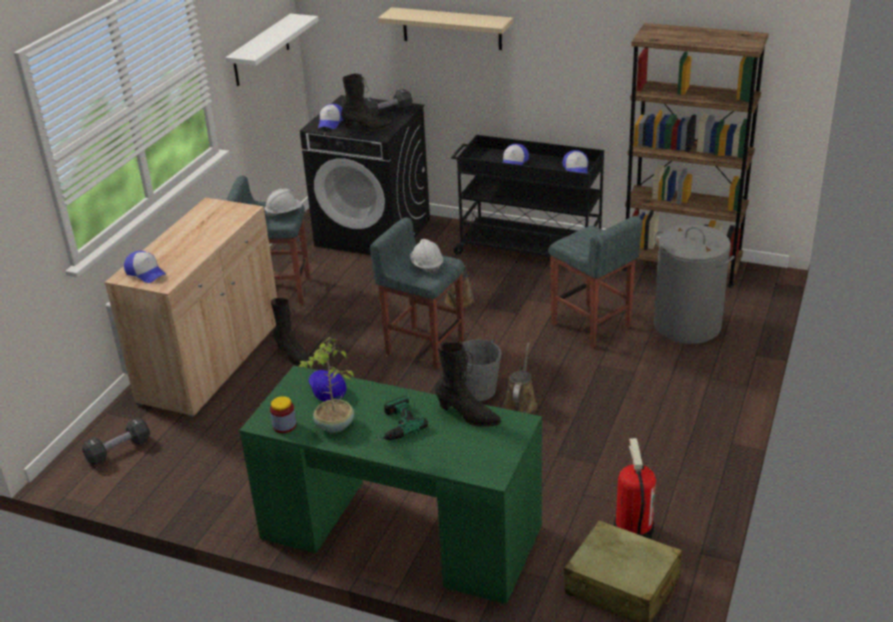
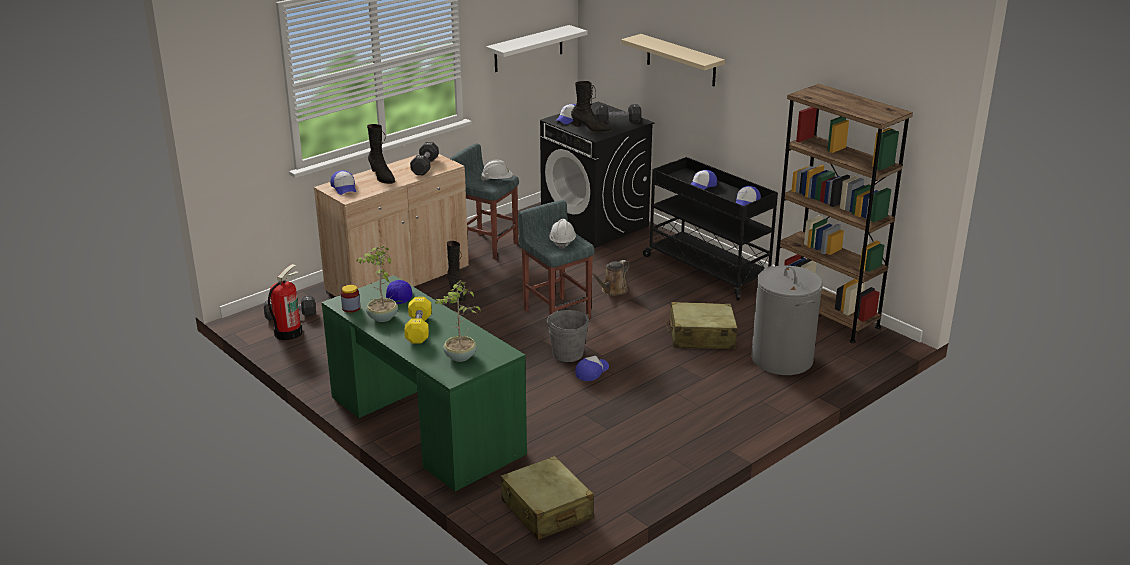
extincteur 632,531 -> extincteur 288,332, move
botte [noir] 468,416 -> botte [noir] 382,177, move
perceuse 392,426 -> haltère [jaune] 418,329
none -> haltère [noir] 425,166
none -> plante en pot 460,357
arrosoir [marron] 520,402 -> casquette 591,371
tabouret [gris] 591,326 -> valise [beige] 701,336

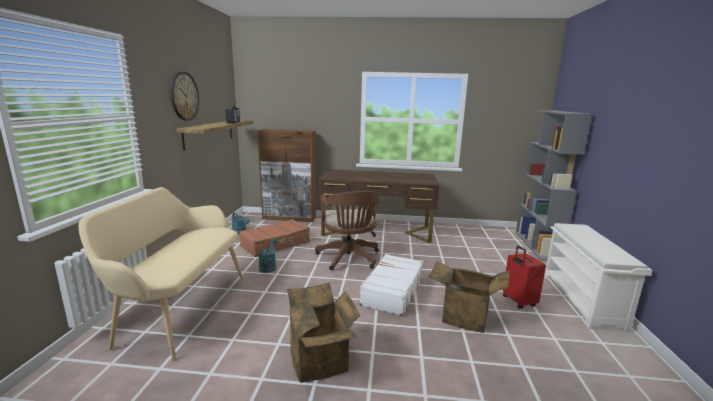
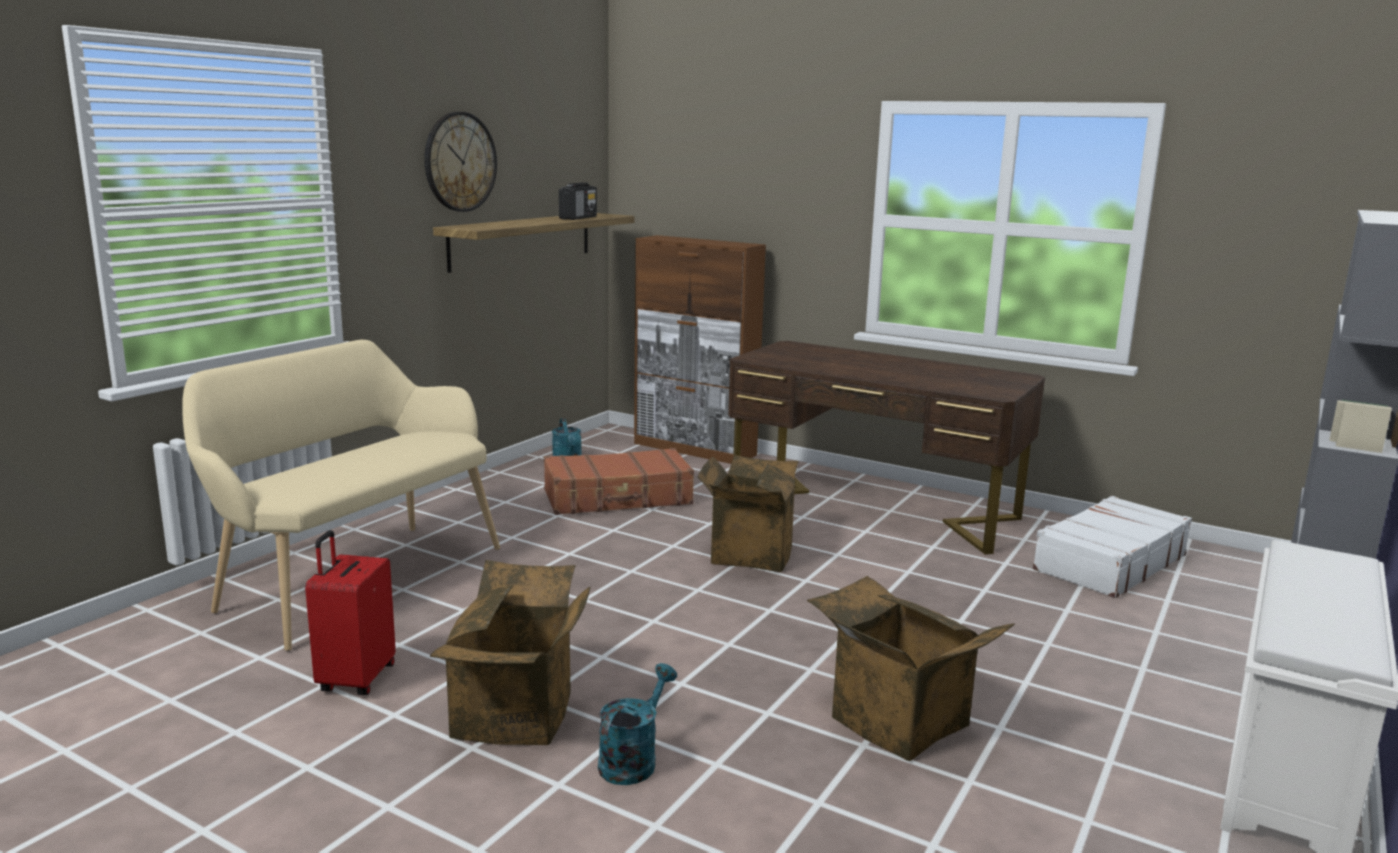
valise [rouge] 518,302 -> valise [rouge] 355,679, move
arrosoir [turquoise] 268,267 -> arrosoir [turquoise] 633,760, move
chaise de bureau [marron] 349,259 -> carton 748,553
valise [blanc] 392,291 -> valise [blanc] 1108,562, move

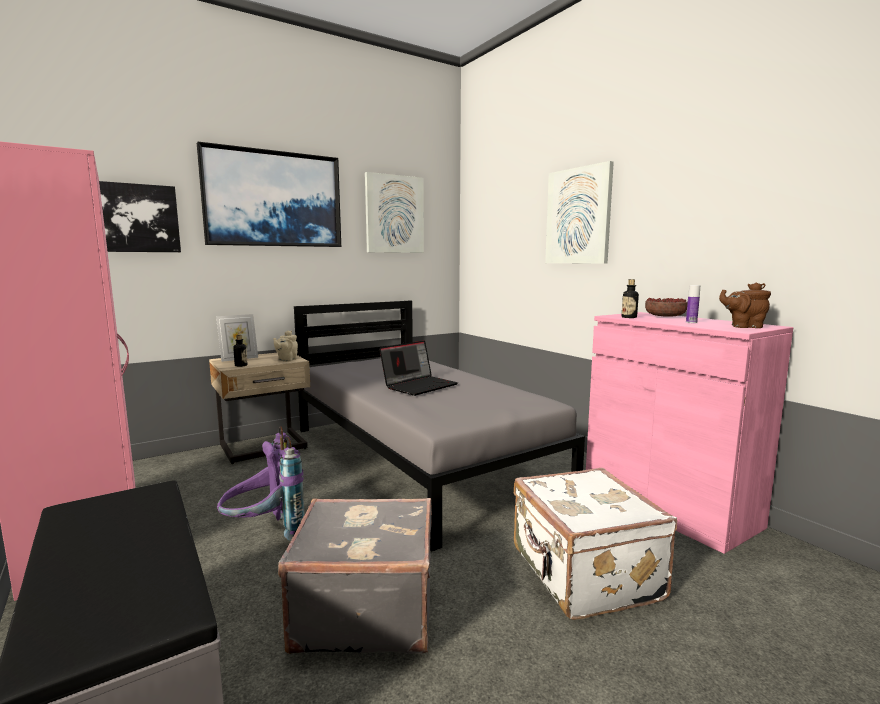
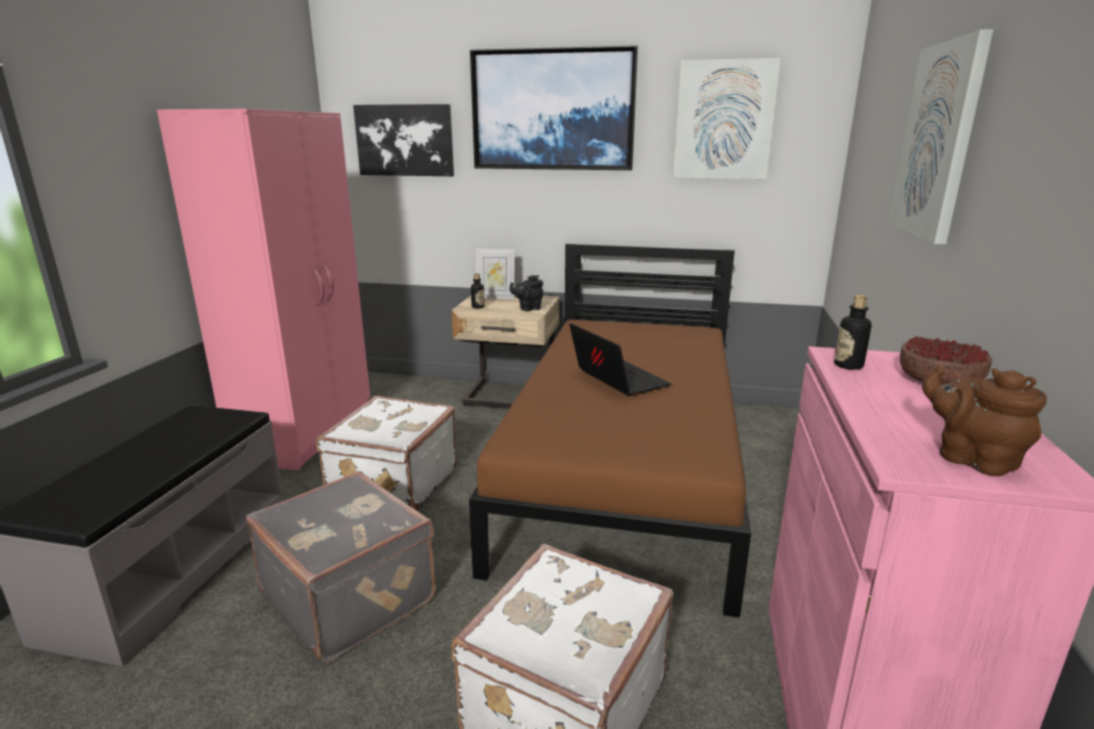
sac à dos [violet] 265,533 -> valise [blanc] 392,486
lit [gris] 418,458 -> lit [marron] 626,469
théière [beige] 286,360 -> théière [noir] 528,308
ordinateur portable 419,385 -> ordinateur portable 616,379, 120 degrees counterclockwise
bouteille 691,322 -> none

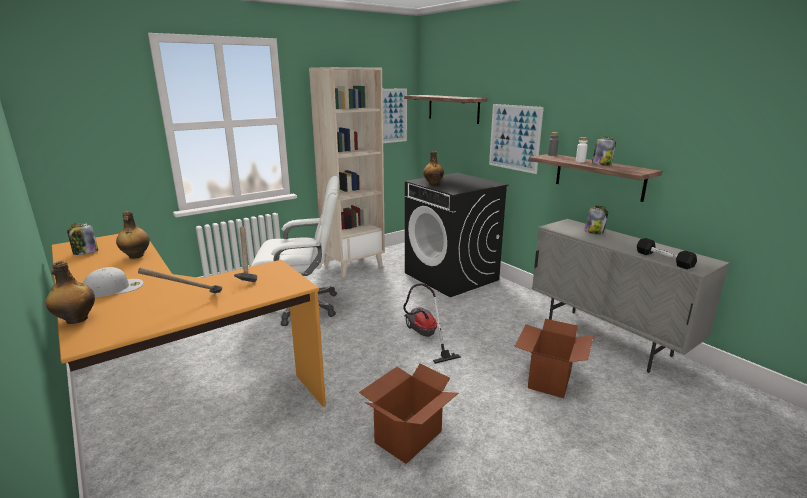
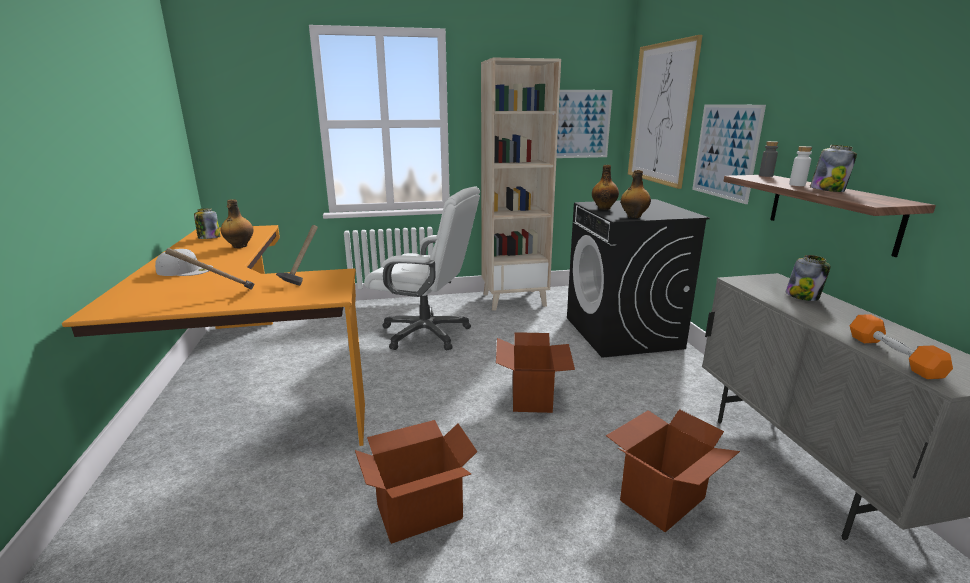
aspirateur 424,337 -> carton 532,397
bouteille 76,320 -> bouteille 633,216, move
étagère 453,108 -> tableau 661,114
haltère [noir] 663,259 -> haltère [orange] 893,356

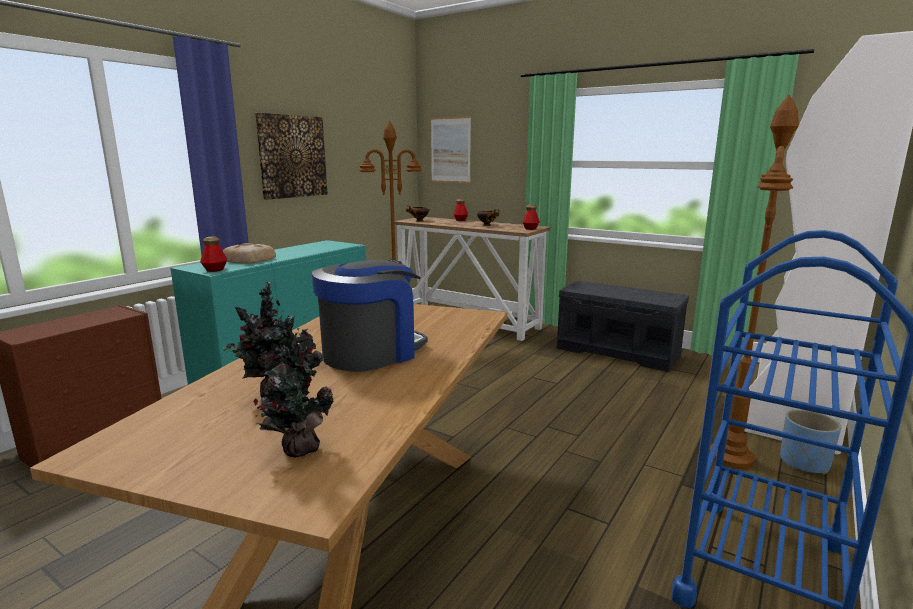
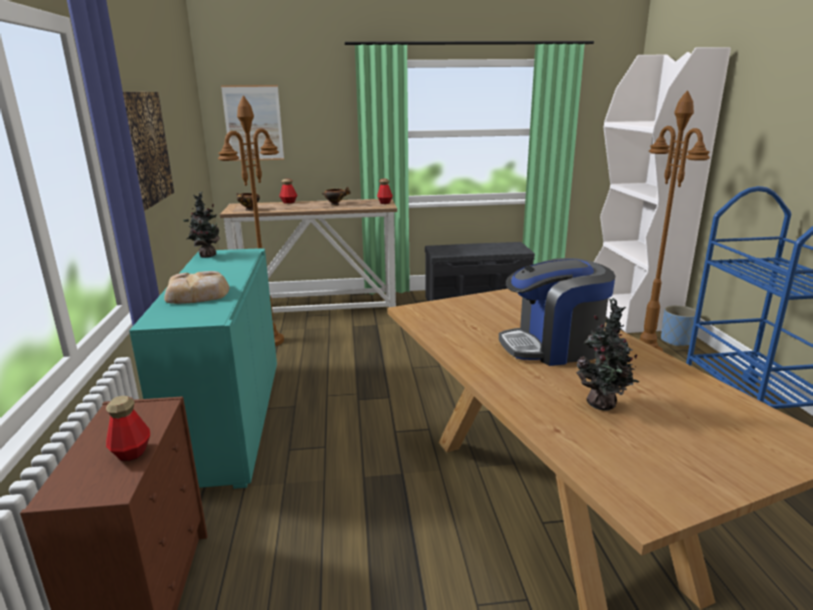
bouteille 215,270 -> bouteille 131,452, move
plante en pot 298,448 -> plante en pot 206,256, move
machine à café 372,353 -> machine à café 553,347, 105 degrees counterclockwise

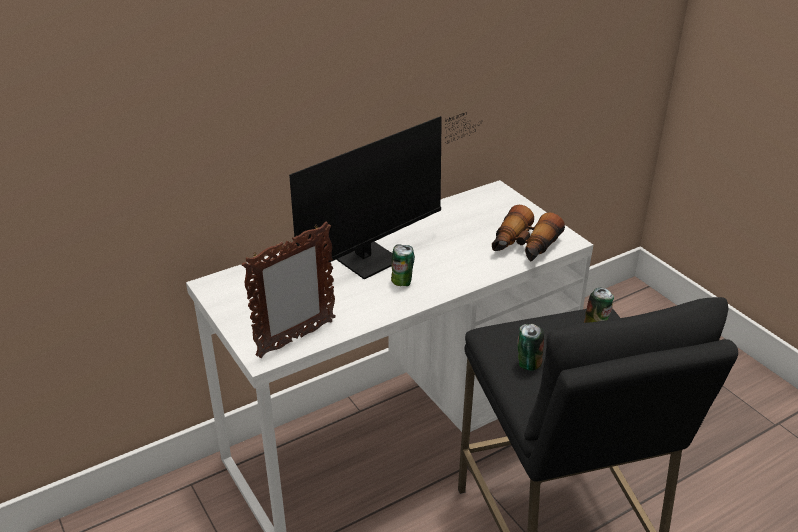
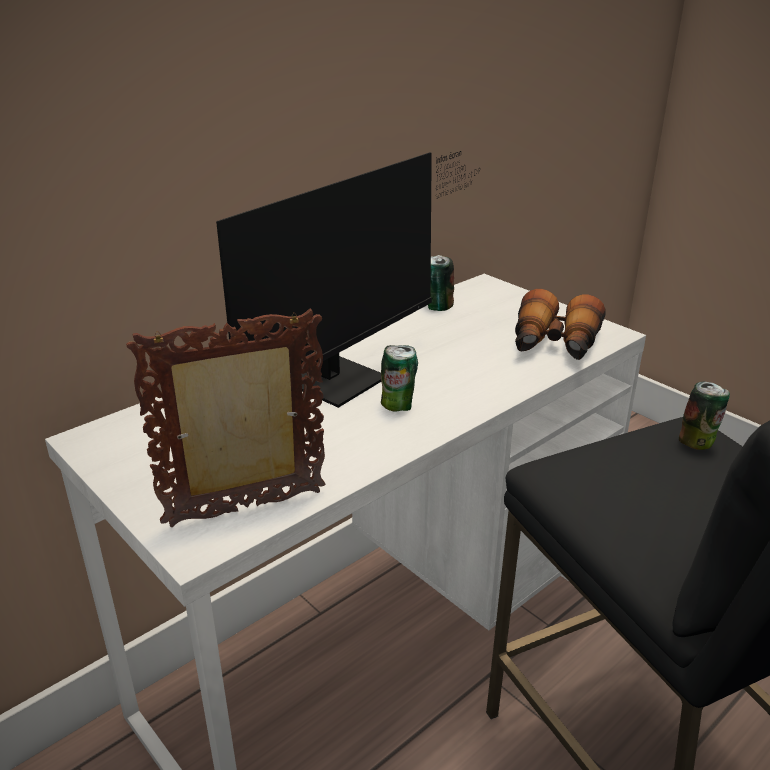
cadre photo 295,339 -> cadre photo 248,509, 150 degrees counterclockwise
boîte métallique 528,363 -> boîte métallique 438,306, move

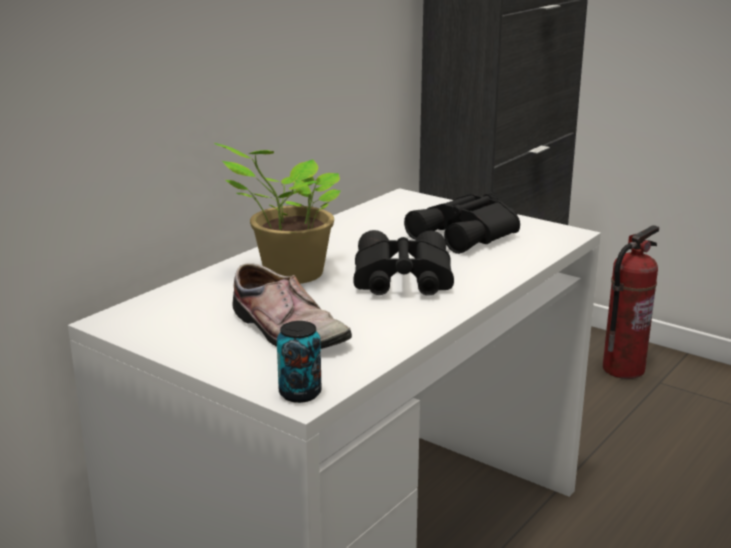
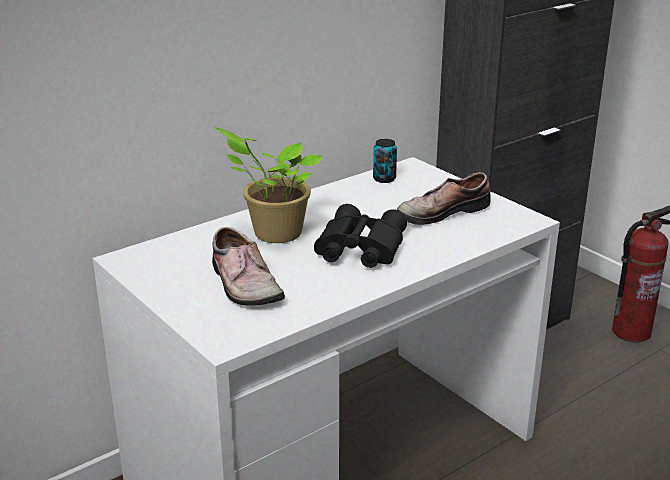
boîte métallique 300,393 -> boîte métallique 384,179, move
jumelles [noir] 467,235 -> chaussure 441,211

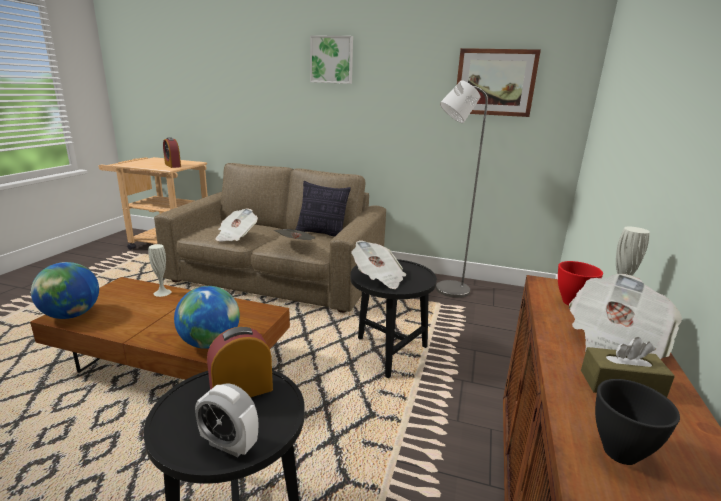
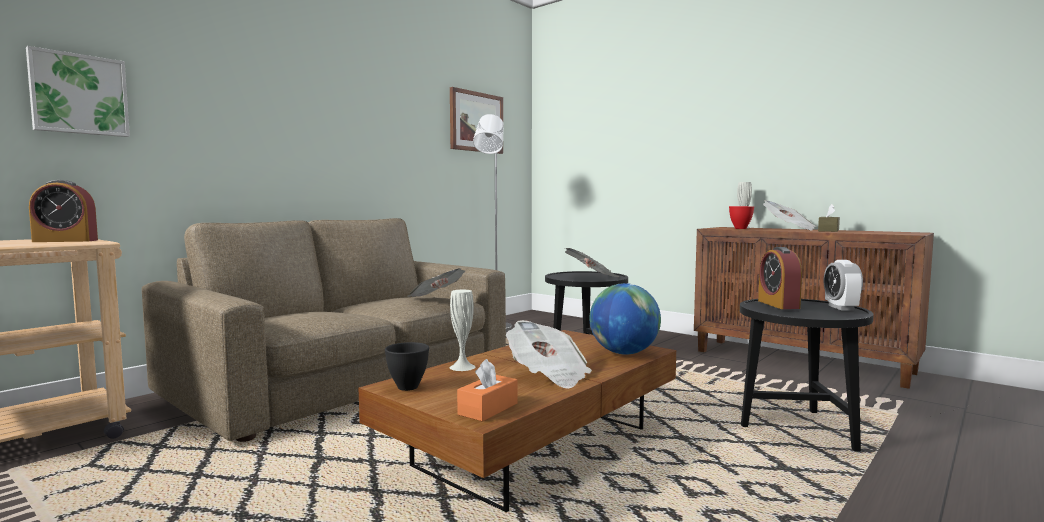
tableau 332,60 -> tableau 79,94, move
bol [noir] 620,454 -> bol [noir] 408,387, move
globe 71,315 -> boîte à mouchoirs [orange] 488,409
journal 236,236 -> journal 548,375, move
réveil 229,444 -> réveil 841,308, 135 degrees clockwise
coussin 322,234 -> none

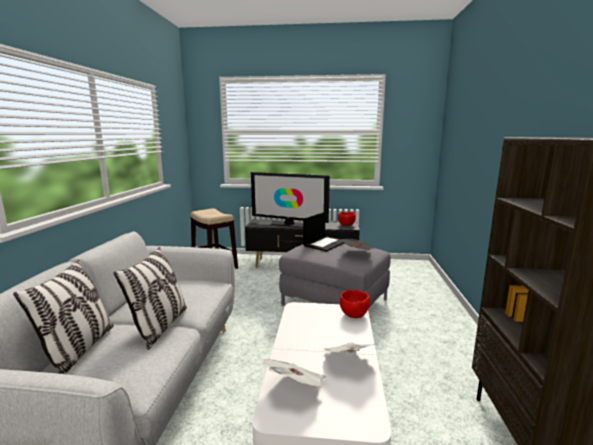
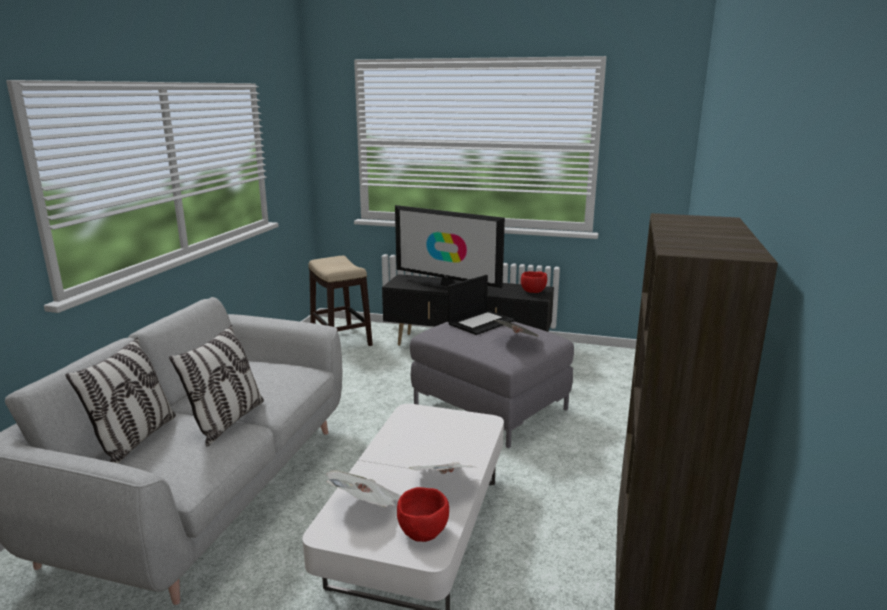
bol [rouge] 353,314 -> bol [rouge] 423,531, move

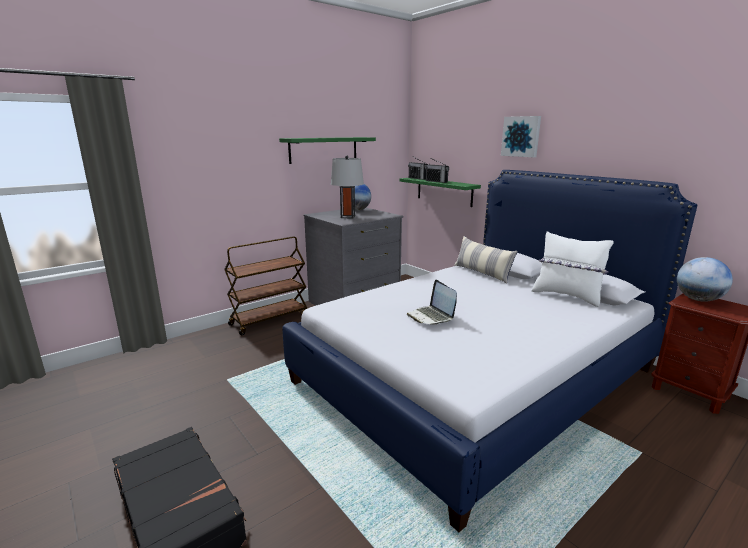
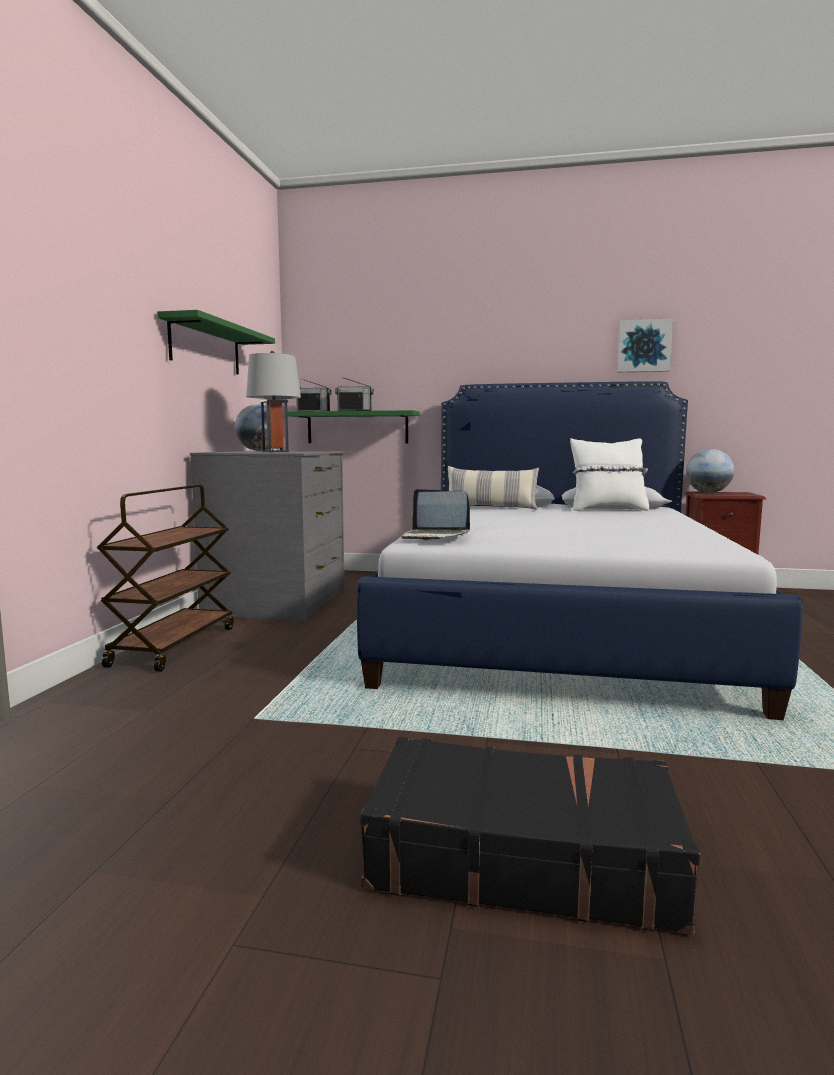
ordinateur portable 431,316 -> ordinateur portable 434,536, move
tableau 521,136 -> tableau 644,346, move

